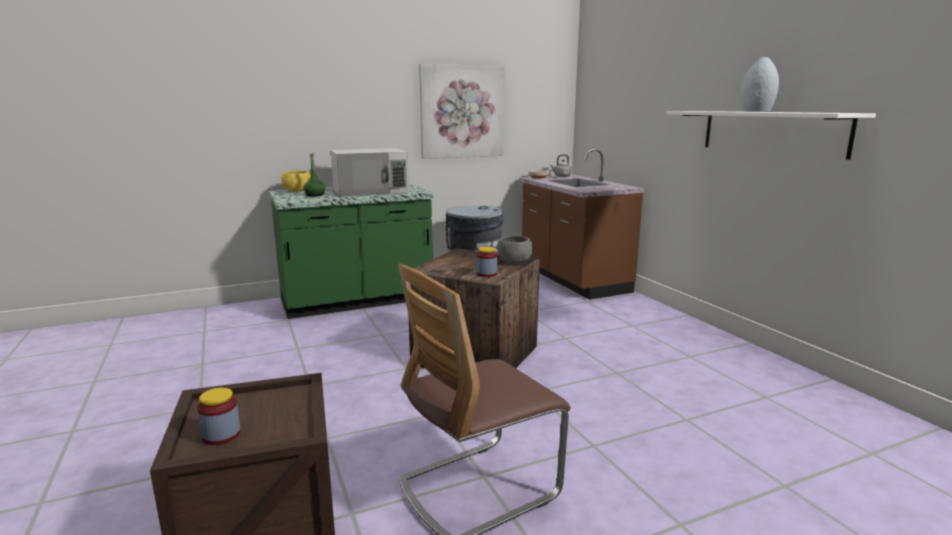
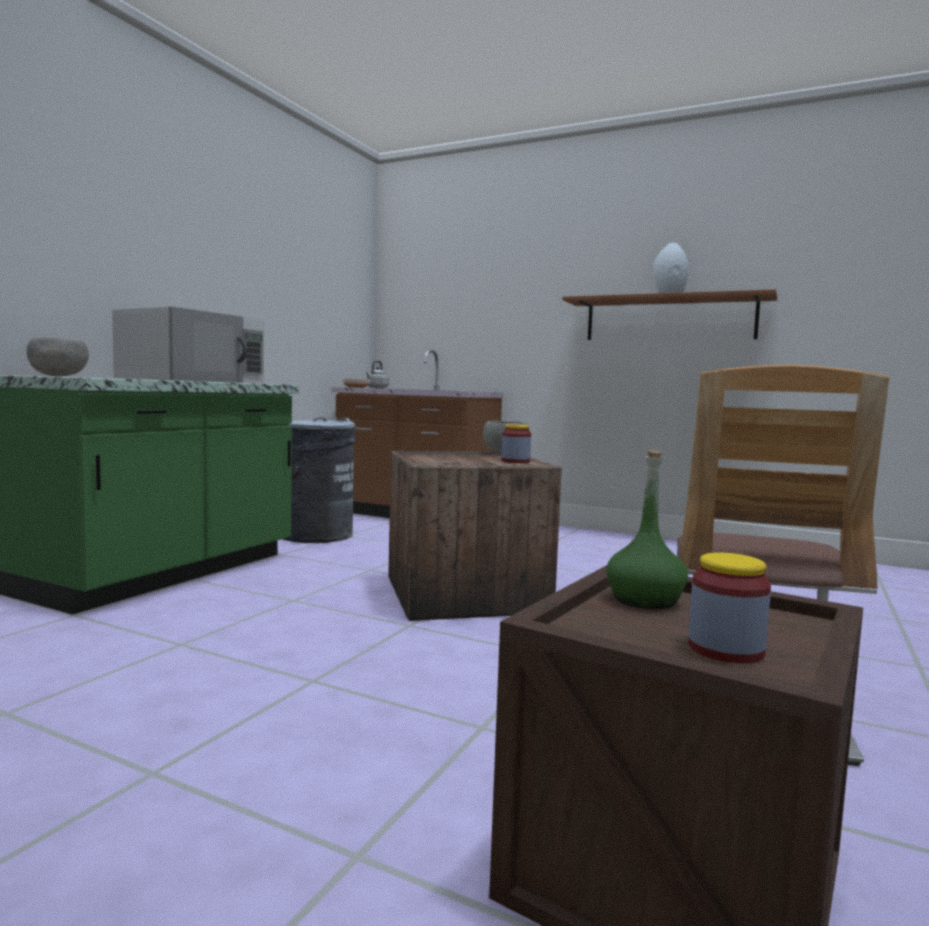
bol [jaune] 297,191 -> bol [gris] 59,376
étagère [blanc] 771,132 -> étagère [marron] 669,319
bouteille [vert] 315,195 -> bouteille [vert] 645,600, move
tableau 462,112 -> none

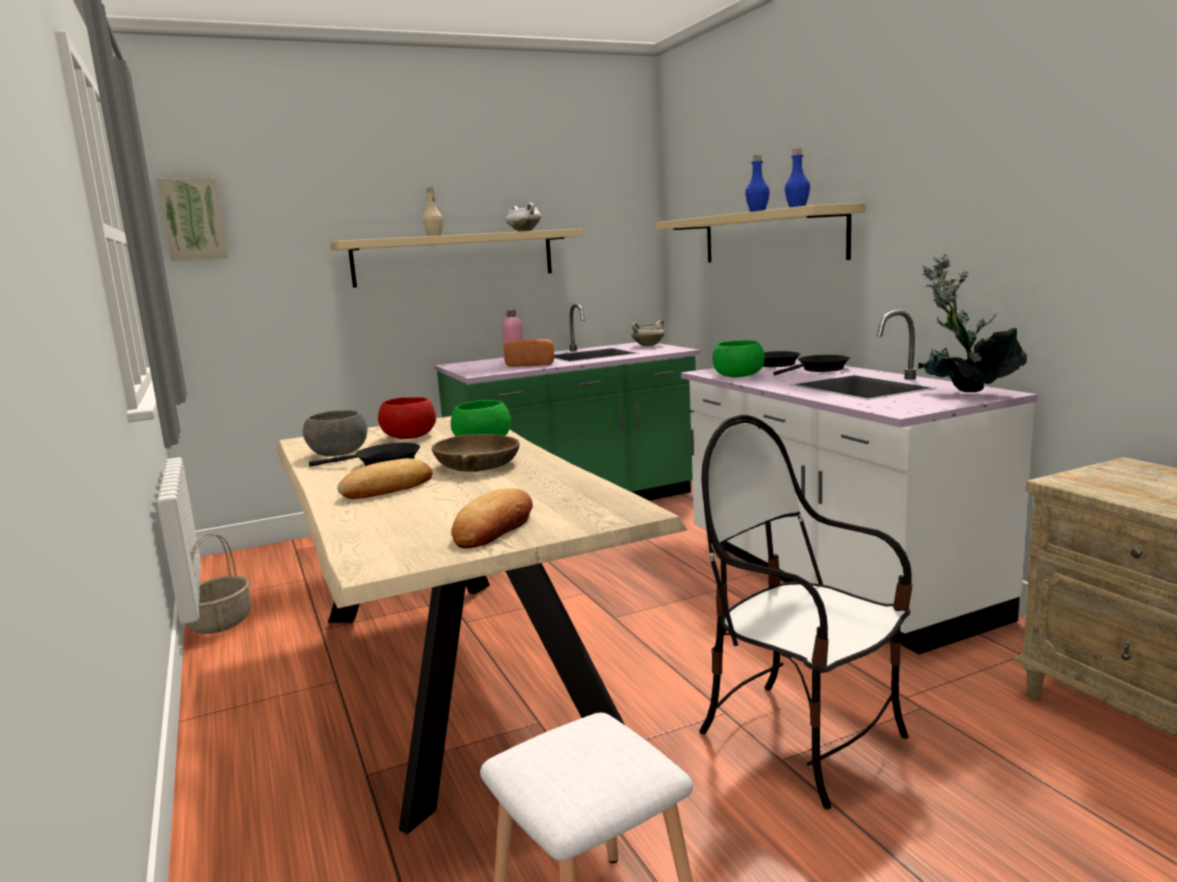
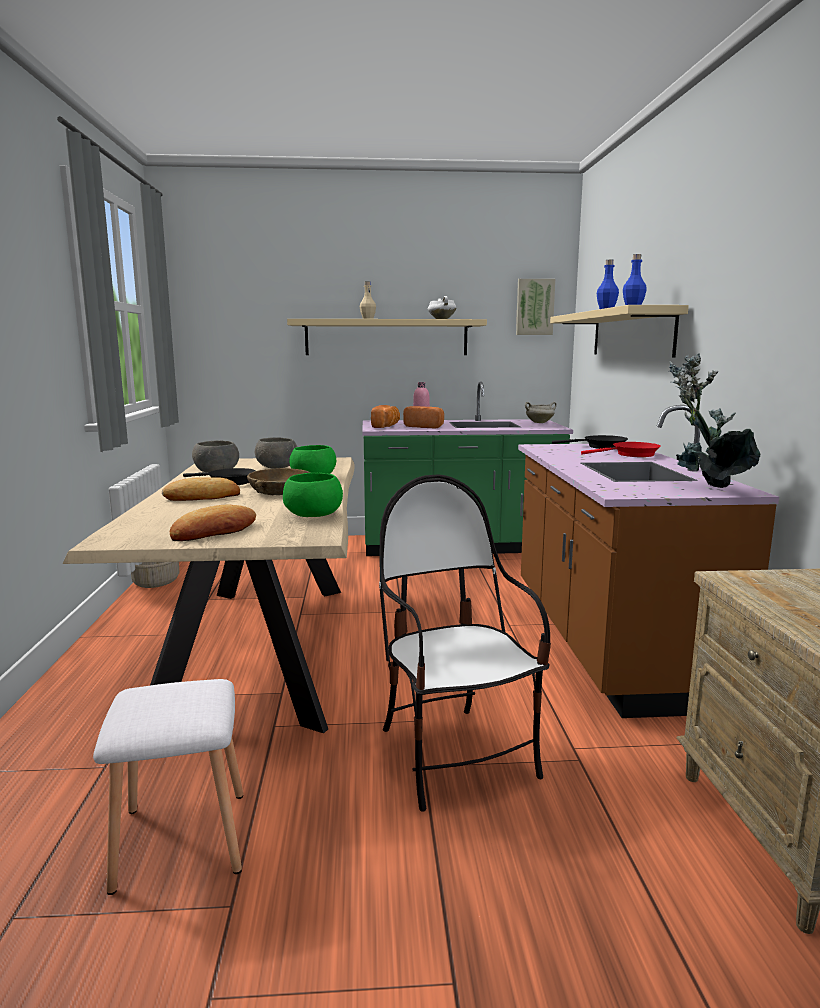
bol [rouge] 410,436 -> bol [gris] 277,467
bol [vert] 737,376 -> bol [vert] 312,515, move
none -> pain 386,426
tableau 193,219 -> tableau 534,307, move
comptoir de cuisine [blanc] 831,579 -> comptoir de cuisine [marron] 608,642
poêle [noir] 820,369 -> poêle [rouge] 631,454

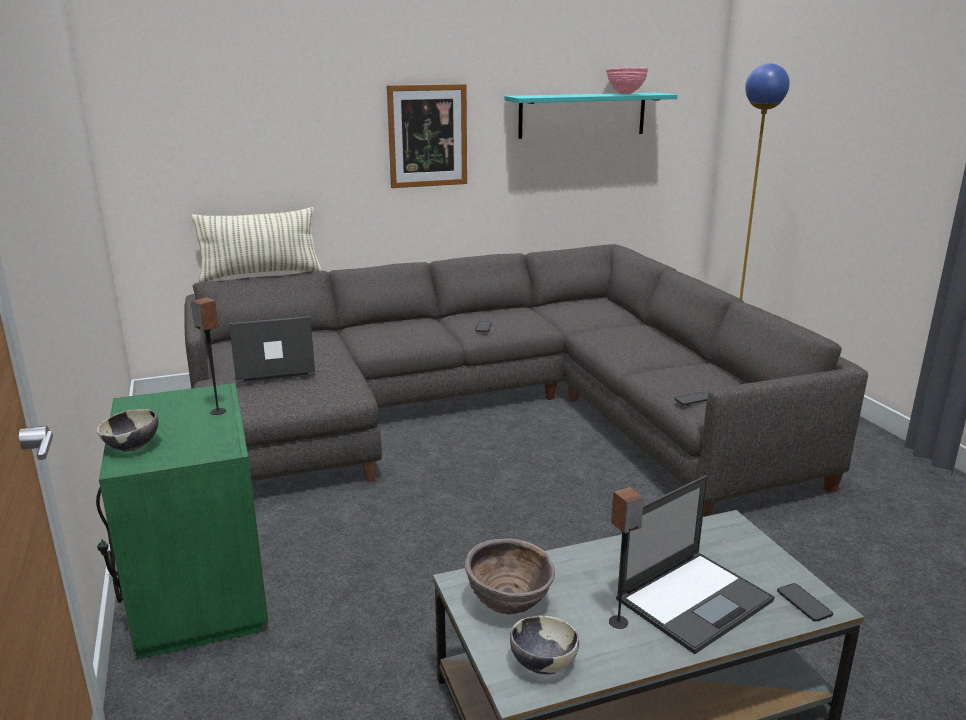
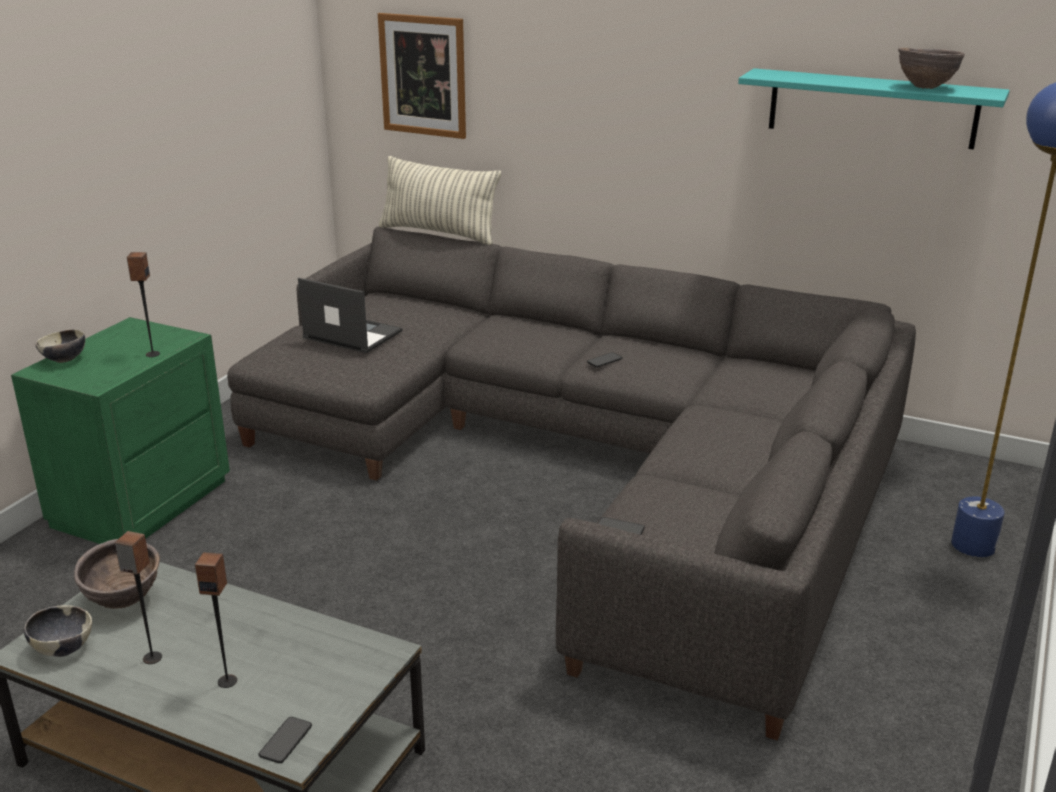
ordinateur portable 695,599 -> enceinte 227,681
tableau 427,136 -> tableau 423,75, move
bol [rose] 625,94 -> bol [marron] 926,88

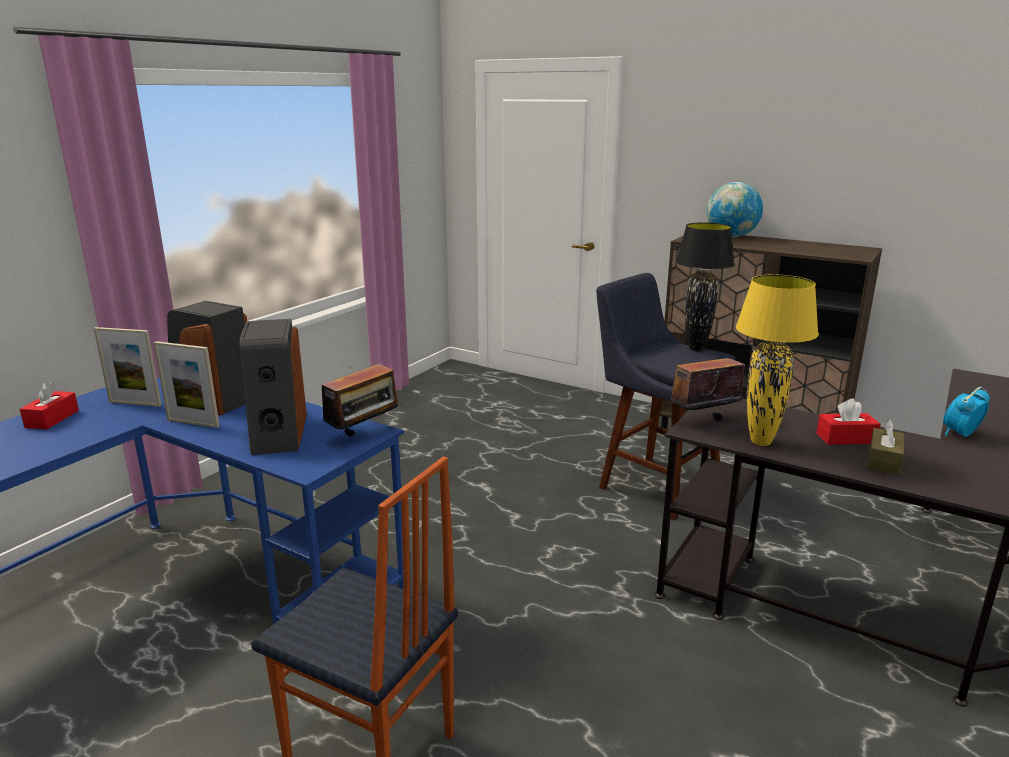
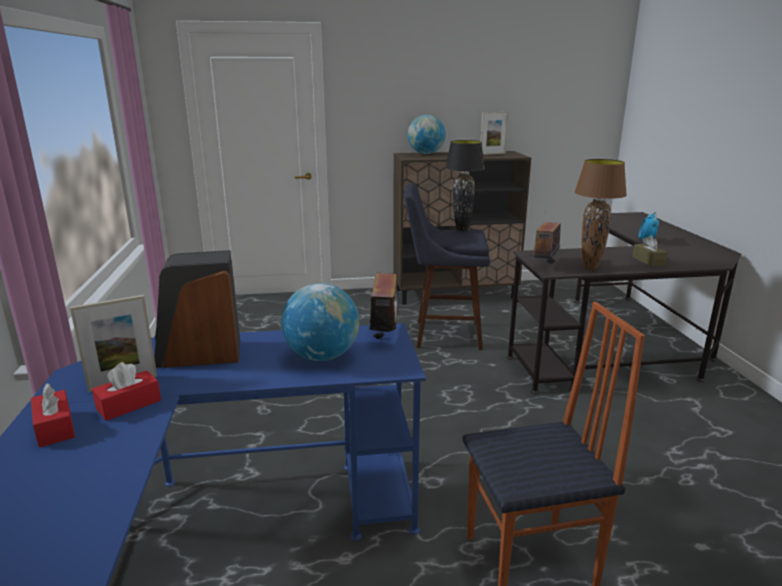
boîte à mouchoirs [rouge] 846,438 -> boîte à mouchoirs [rouge] 129,404, move
enceinte 278,433 -> globe 322,356
cadre photo 193,423 -> cadre photo 492,154, move
lampe de table [jaune] 761,442 -> lampe de table [marron] 590,268

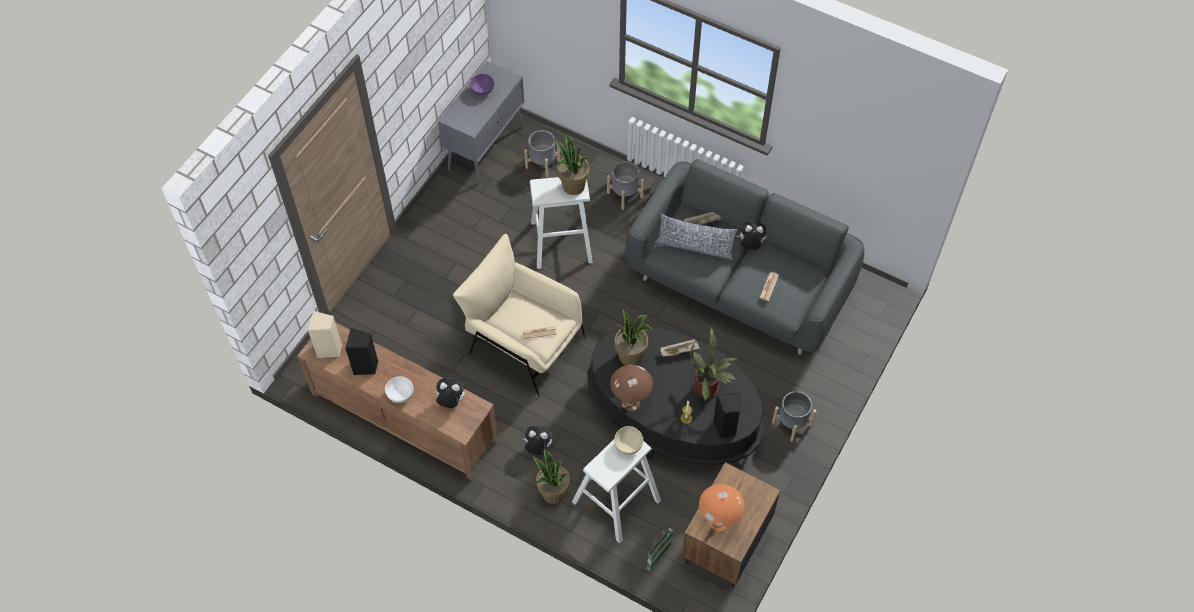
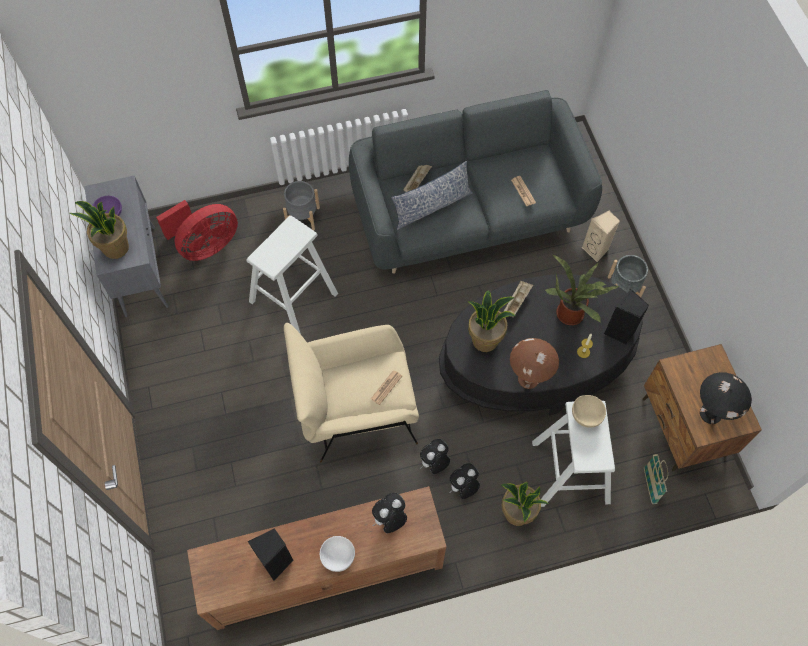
plante en pot 573,186 -> plante en pot 115,248, move
cache-pot [gris] 542,163 -> ventilateur [rouge] 205,245
peluche 750,245 -> peluche 434,463, move
enceinte [beige] 329,349 -> enceinte [beige] 596,250, move
lampe de table [orange] 718,522 -> lampe de table [noir] 710,413

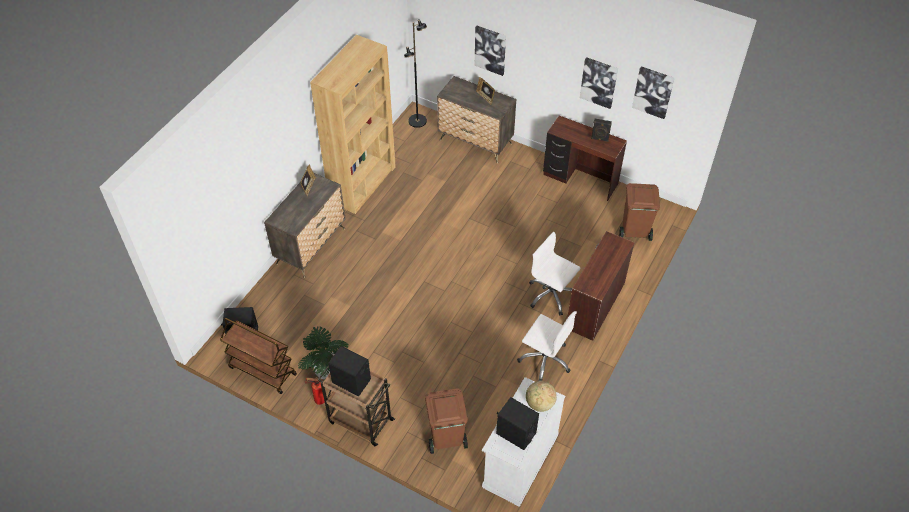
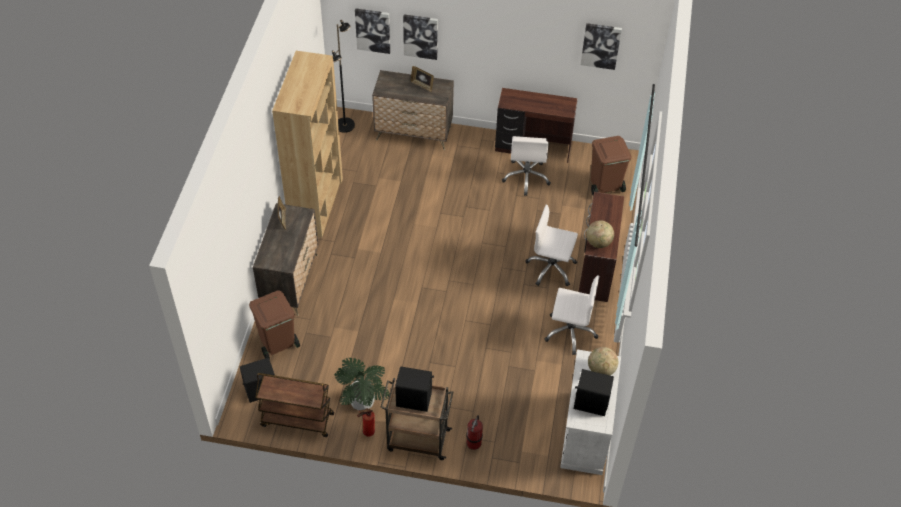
poubelle [marron] 446,439 -> poubelle [marron] 277,344, move
tableau 599,82 -> tableau 373,30, move
none -> extincteur 474,443
none -> chaise de bureau [blanc] 526,177
none -> globe 598,242
enceinte [noir] 599,139 -> none

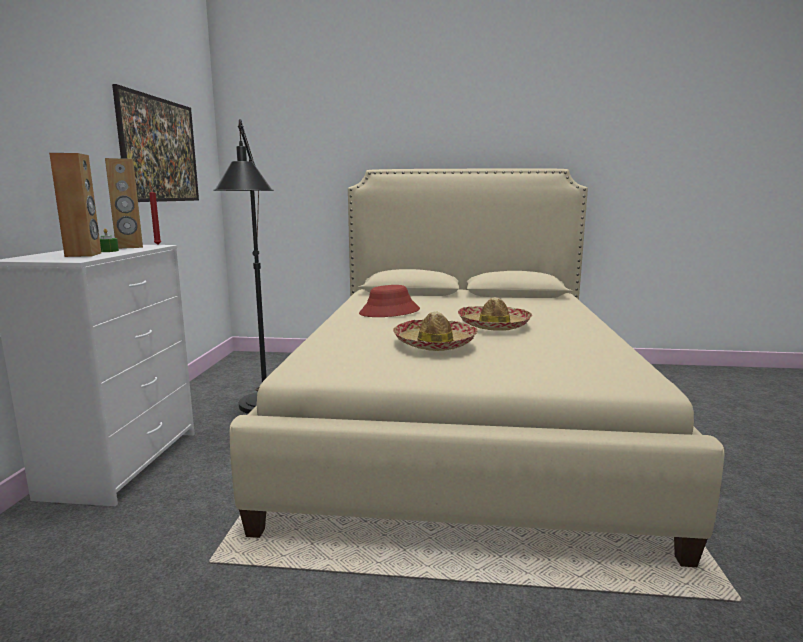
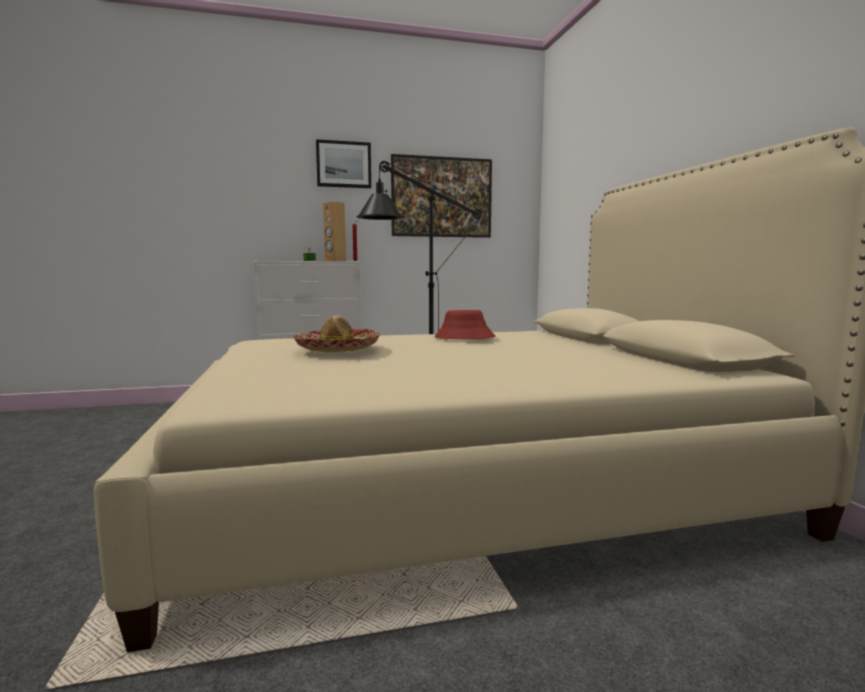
none -> tableau 343,164
enceinte [marron] 84,255 -> none
chapeau 493,325 -> none

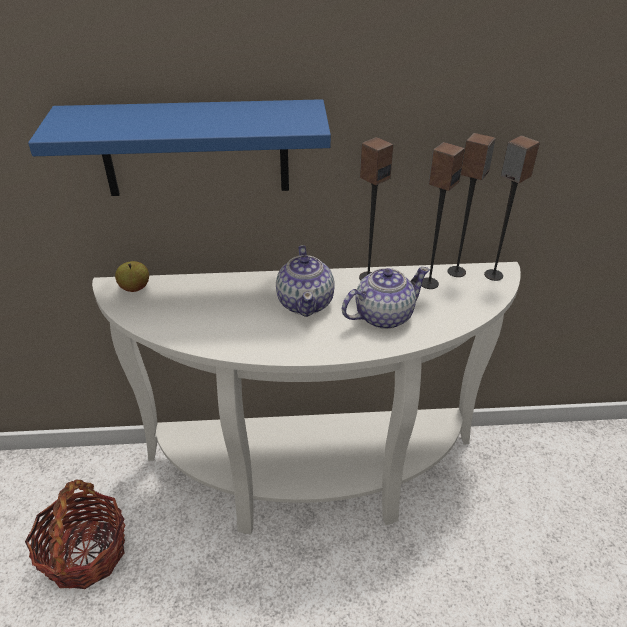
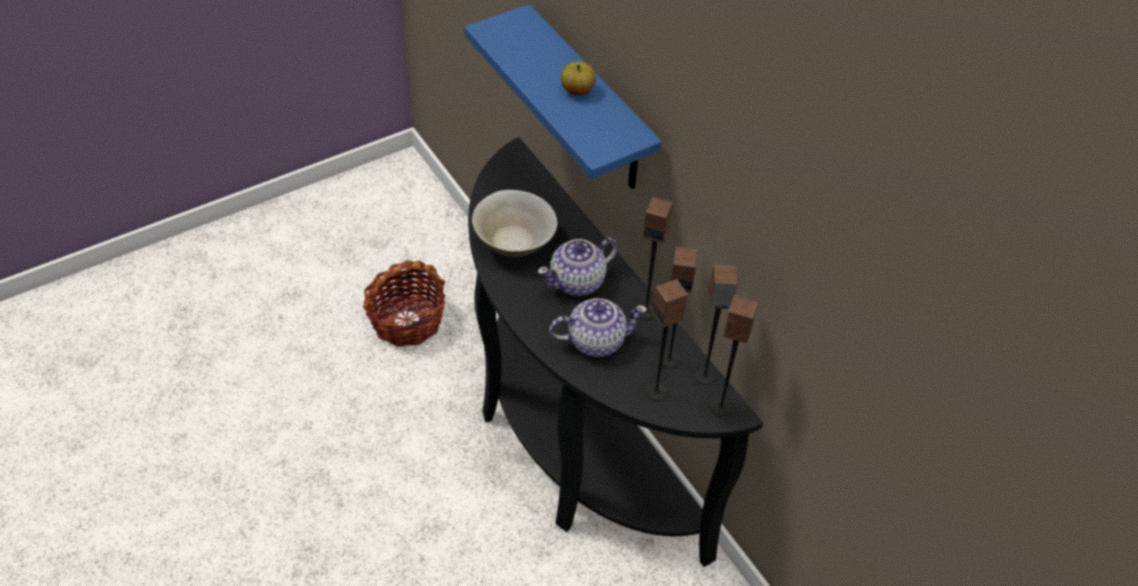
table console [blanc] 312,480 -> table console [noir] 569,444
none -> bol [beige] 515,242
théière 382,316 -> théière 595,340, 45 degrees counterclockwise
pomme 135,288 -> pomme 577,90, move
none -> enceinte 656,392

